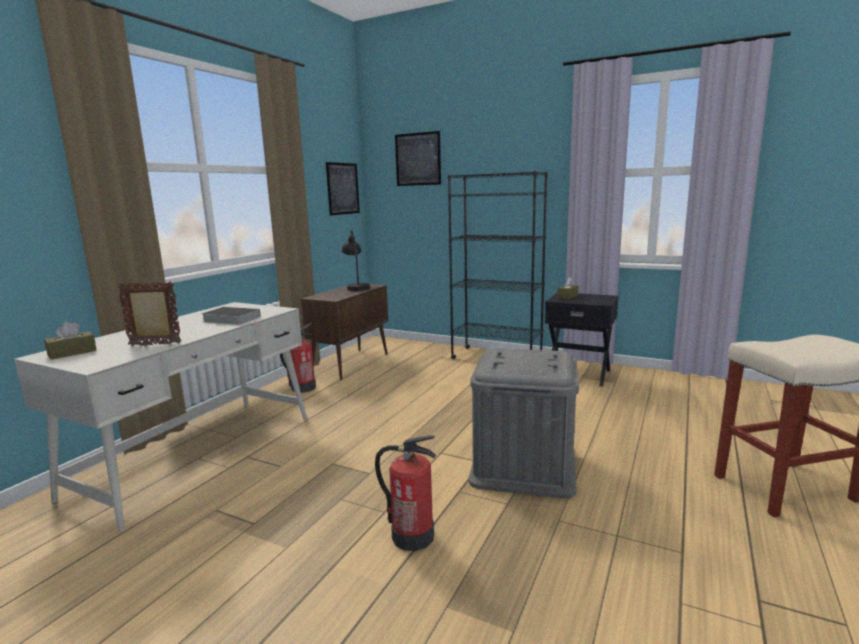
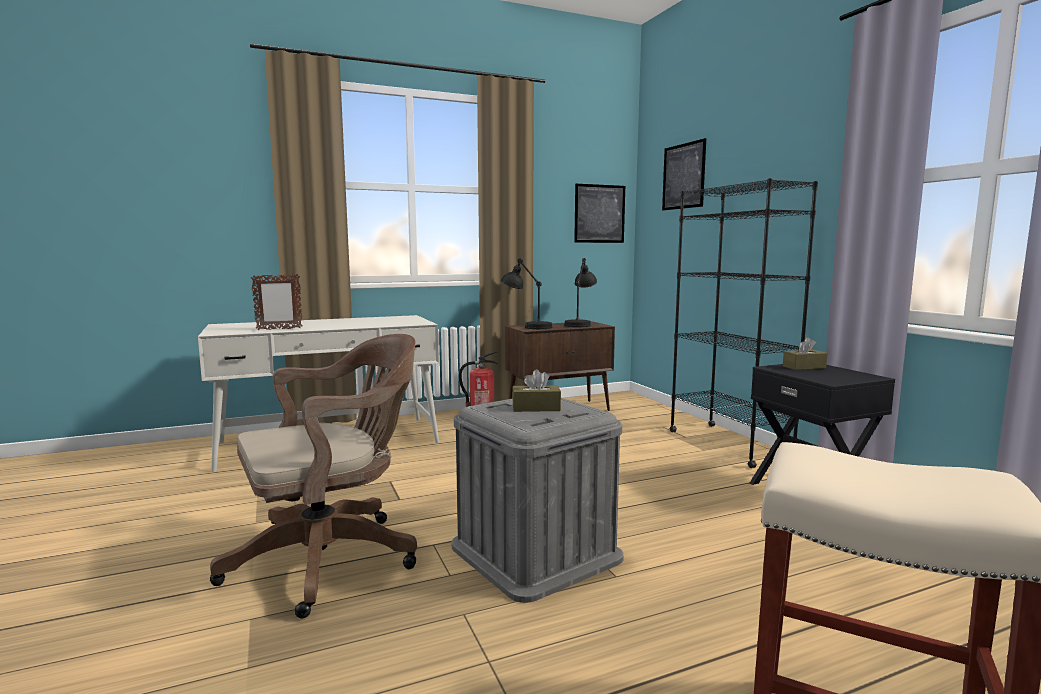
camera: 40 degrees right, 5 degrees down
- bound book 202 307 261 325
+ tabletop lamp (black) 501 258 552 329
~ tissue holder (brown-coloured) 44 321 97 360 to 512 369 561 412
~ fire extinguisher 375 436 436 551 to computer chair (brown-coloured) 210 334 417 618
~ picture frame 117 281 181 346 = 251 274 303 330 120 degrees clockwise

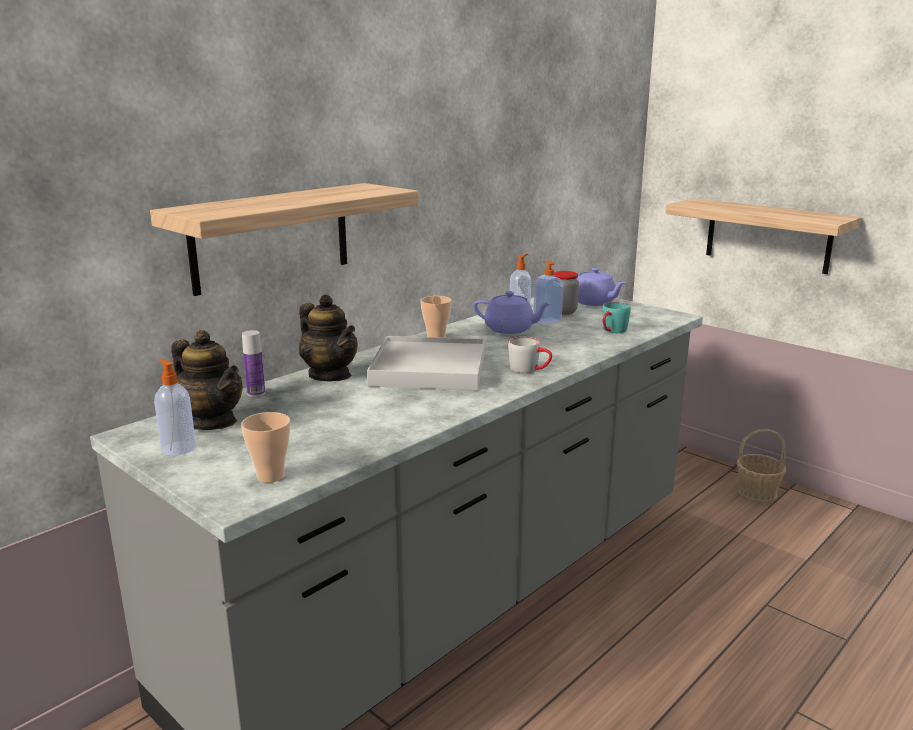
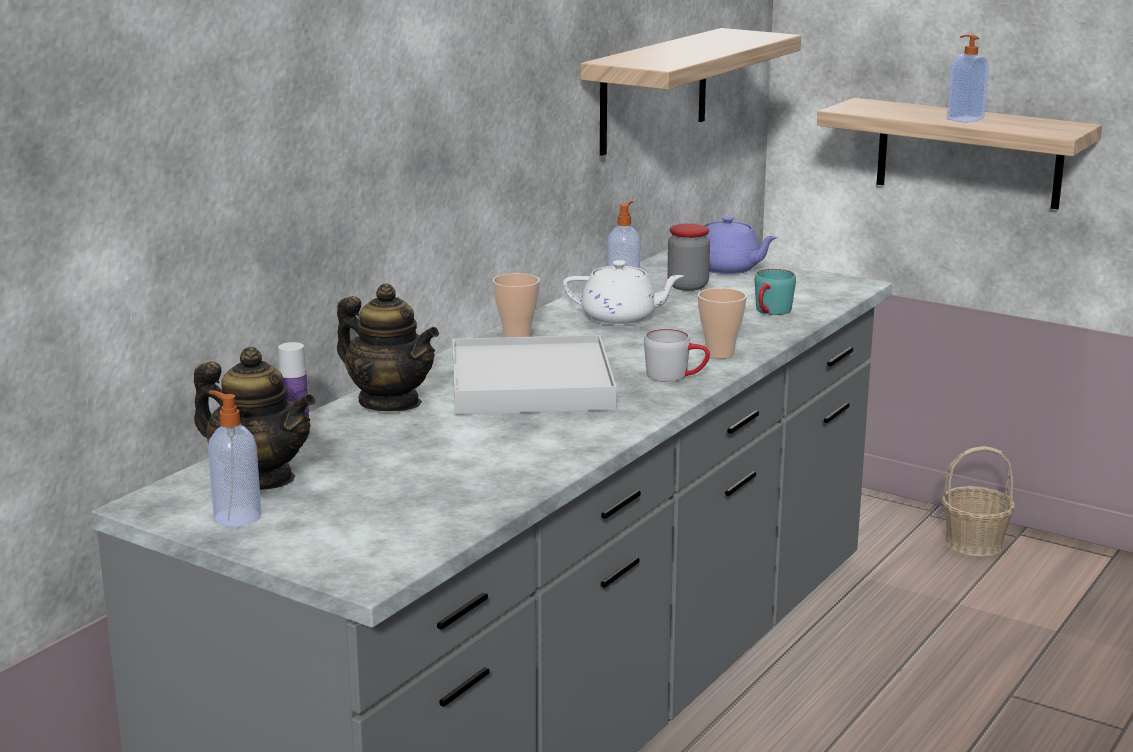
camera: 10 degrees left, 0 degrees up
~ bracket shelf 150 183 419 296 to 581 28 801 156
~ cup 241 412 290 483 to 698 288 747 359
~ liquid soap bottle 533 261 563 325 to 947 35 989 123
~ teapot (purplish) 473 291 552 334 to teapot (white) 563 260 684 325

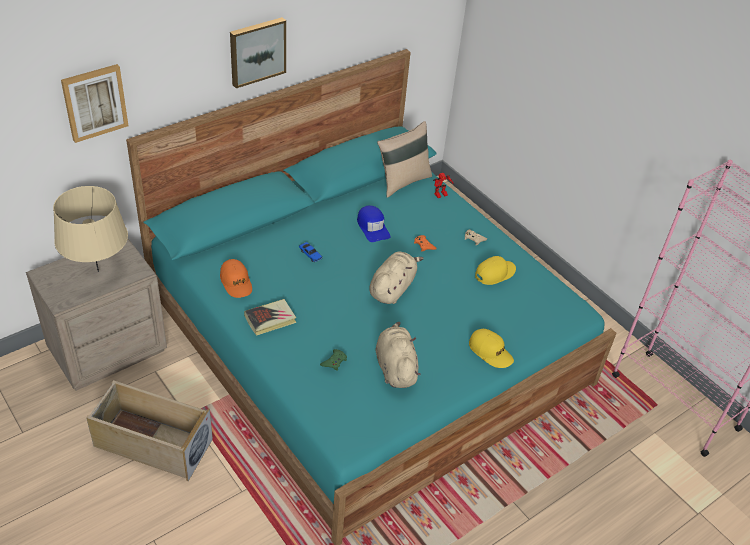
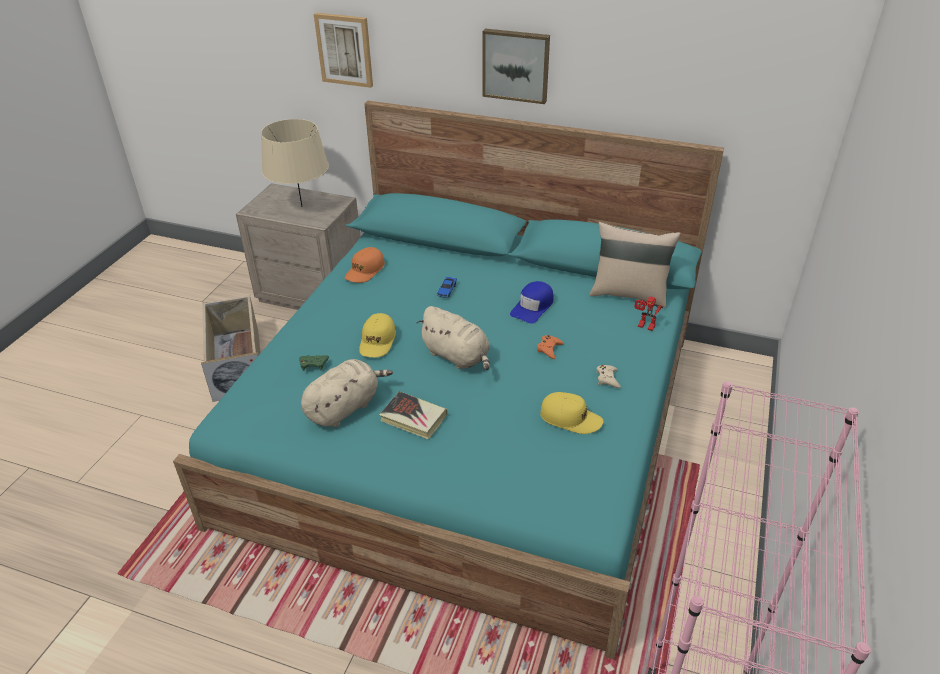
camera: 60 degrees right, 5 degrees down
~ bound book 244 299 297 336 to 379 391 448 439
~ peaked cap (yellow-coloured) 469 329 514 368 to 359 313 396 357
~ plush toy (sand-coloured) 369 252 424 304 = 417 306 490 370 45 degrees clockwise

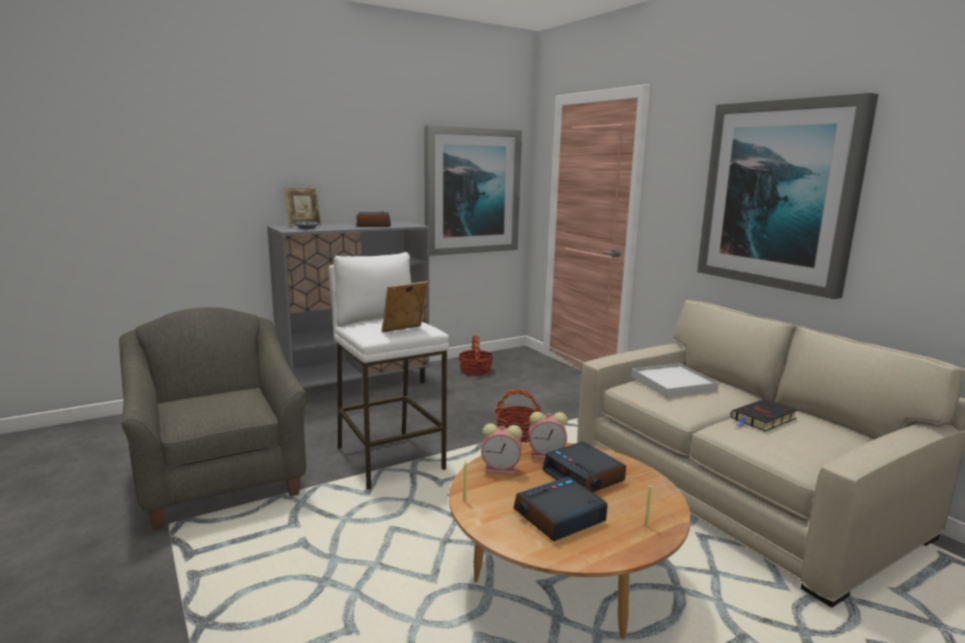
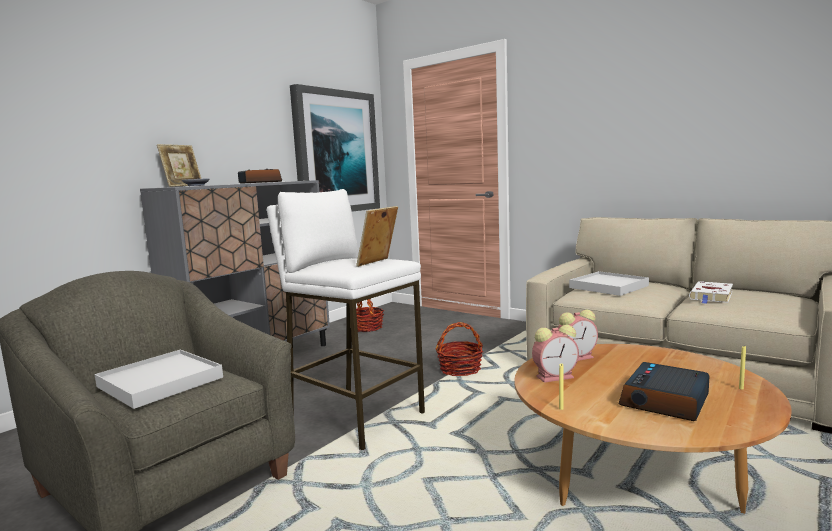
camera: 20 degrees left, 5 degrees down
- table clock 542 442 626 492
- wall art 697 93 879 299
+ carrying tray (white) 95 350 223 409
~ bound book (black) 731 399 798 431 to bound book (white) 689 281 733 304

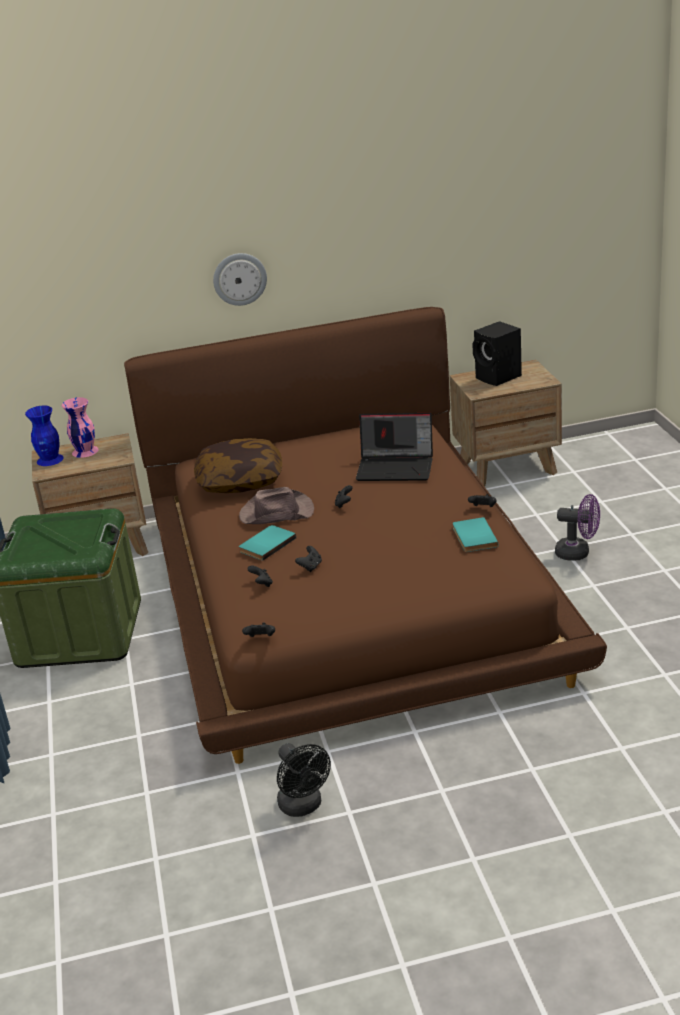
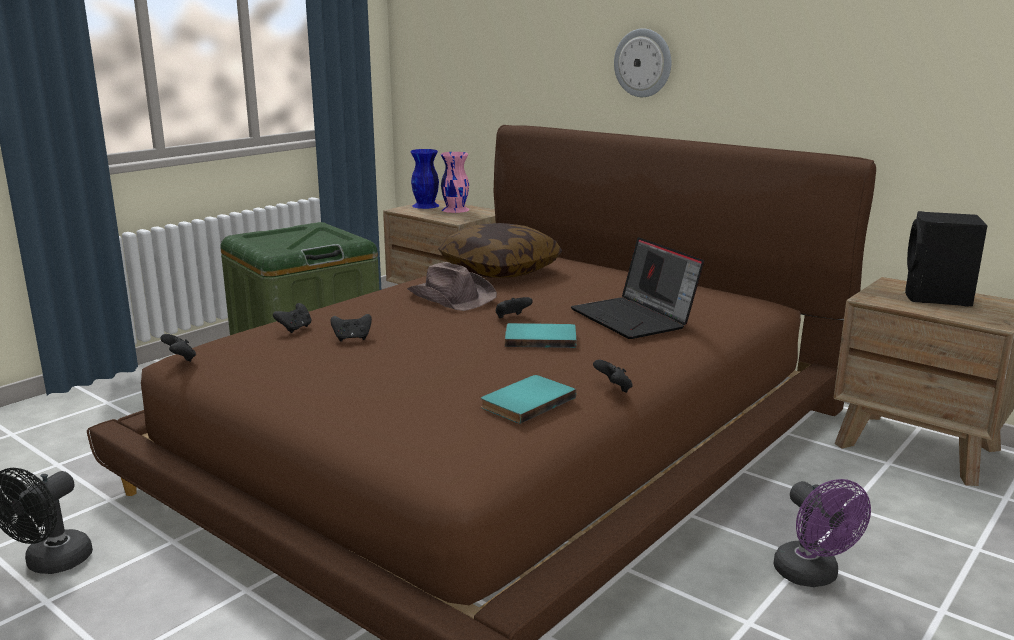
camera: 50 degrees right, 10 degrees down
~ bound book (turquoise-coloured) 239 525 296 561 to 505 323 577 348

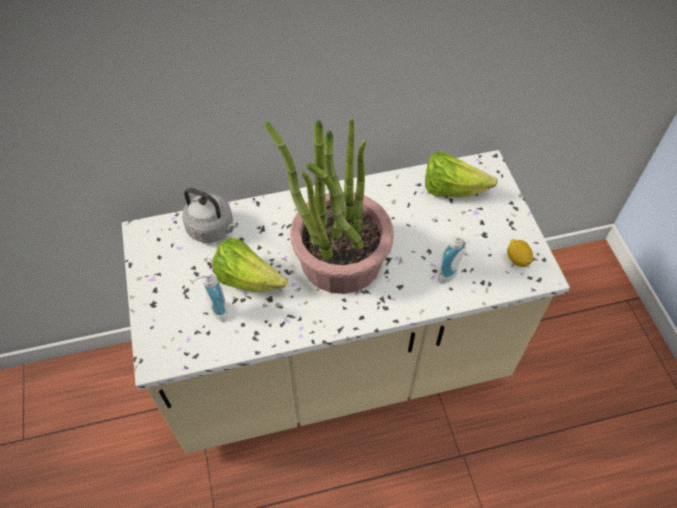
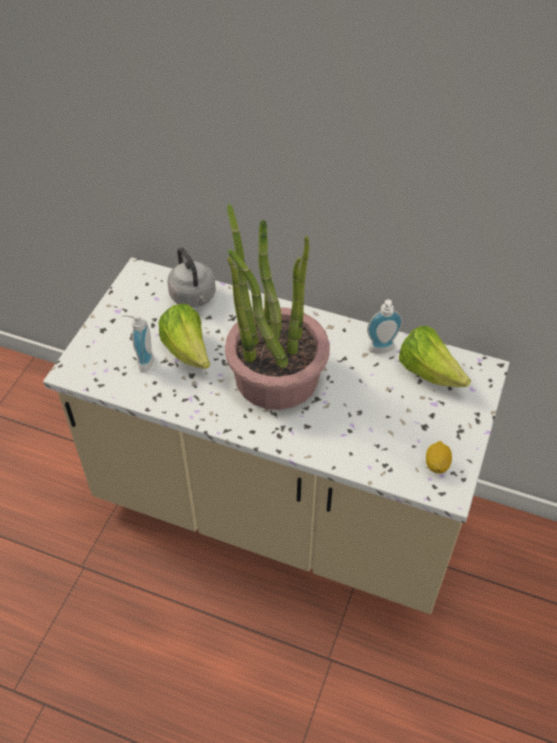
camera: 35 degrees right, 5 degrees down
~ liquid soap bottle 438 232 471 284 to 367 299 403 354

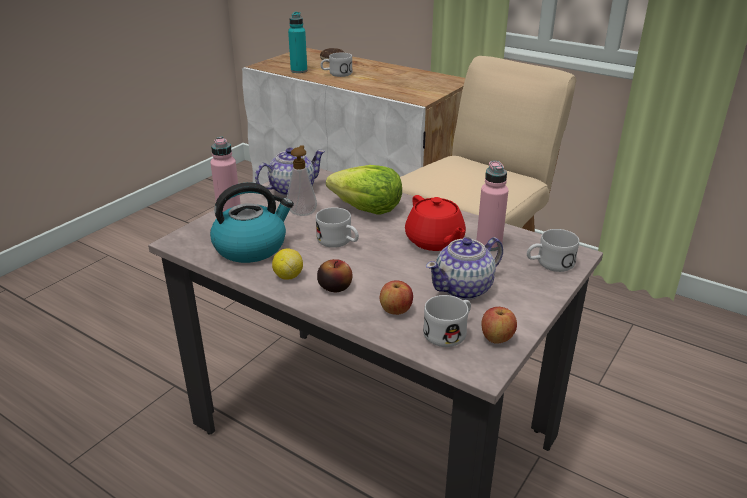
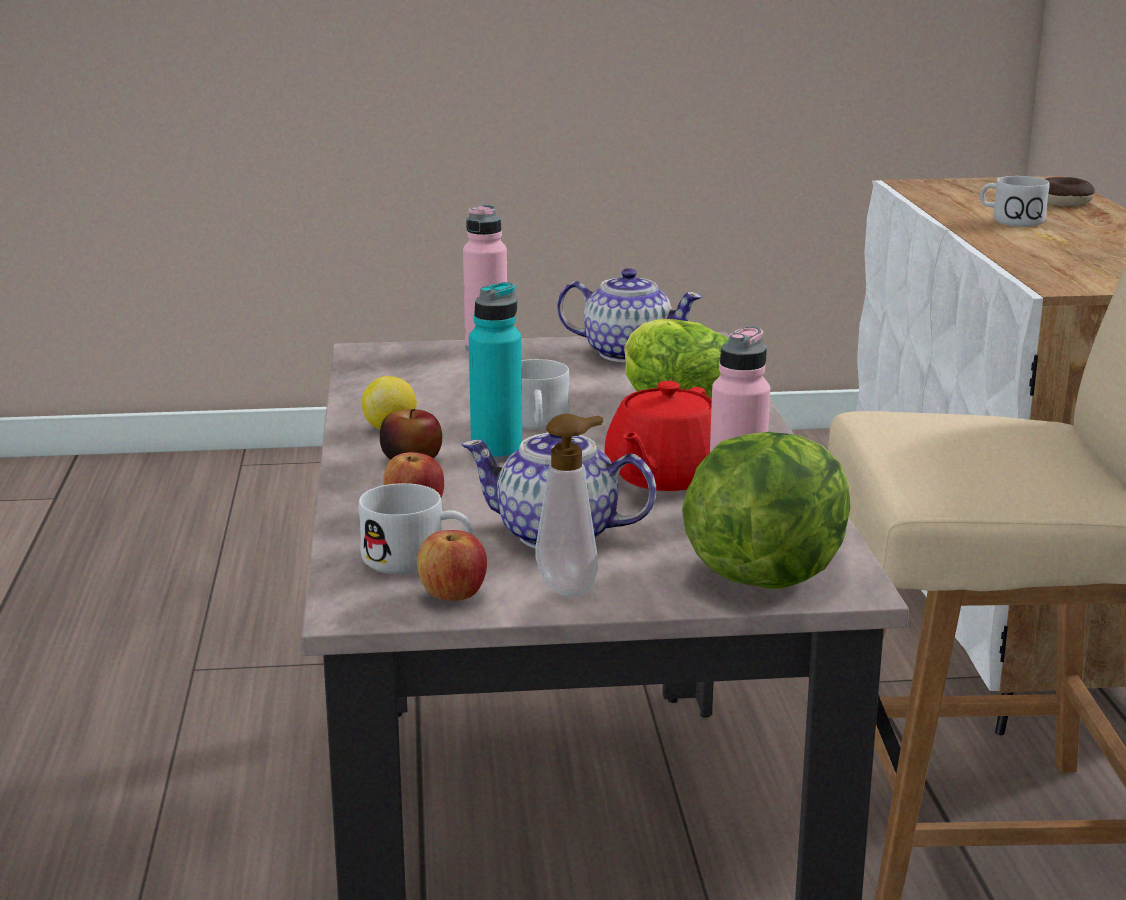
camera: 50 degrees right, 10 degrees down
- kettle 210 182 294 263
~ liquid soap bottle 287 145 317 216 to 536 414 603 597
~ drink bottle (turquoise-coloured) 288 12 307 73 to 469 282 522 463
~ coffee mug (white) 527 229 579 272 to lettuce 682 432 851 589

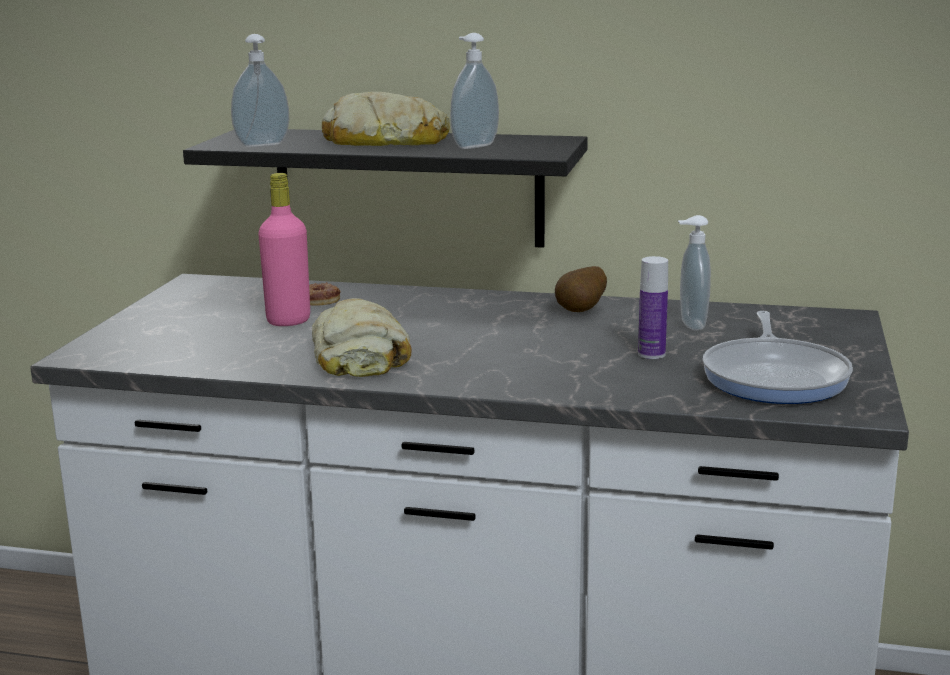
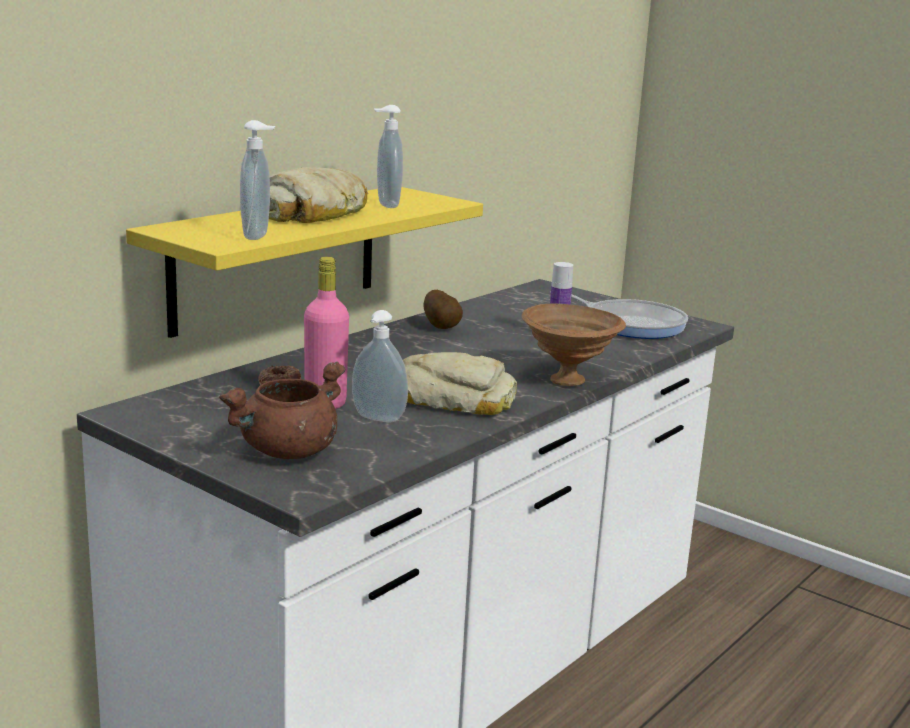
camera: 65 degrees left, 0 degrees up
+ cooking pot (brown-coloured) 219 362 346 459
+ serving bowl (brown-coloured) 522 304 626 386
~ liquid soap bottle 678 215 711 330 to 352 310 408 422
~ bracket shelf (black) 183 129 588 248 to bracket shelf (yellow-coloured) 126 187 483 338

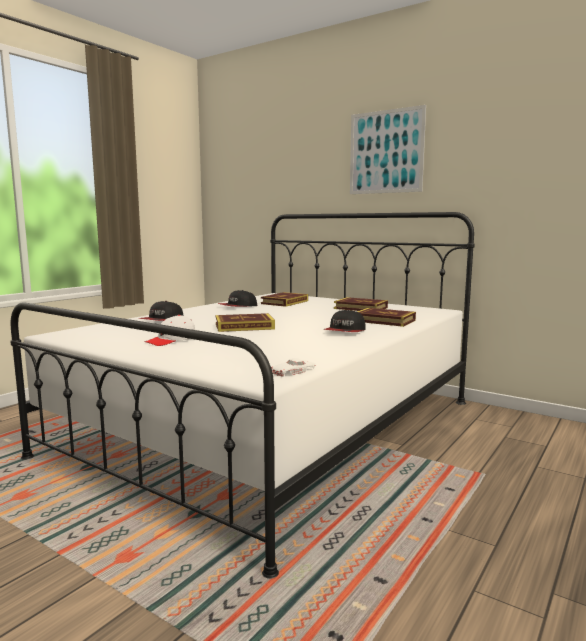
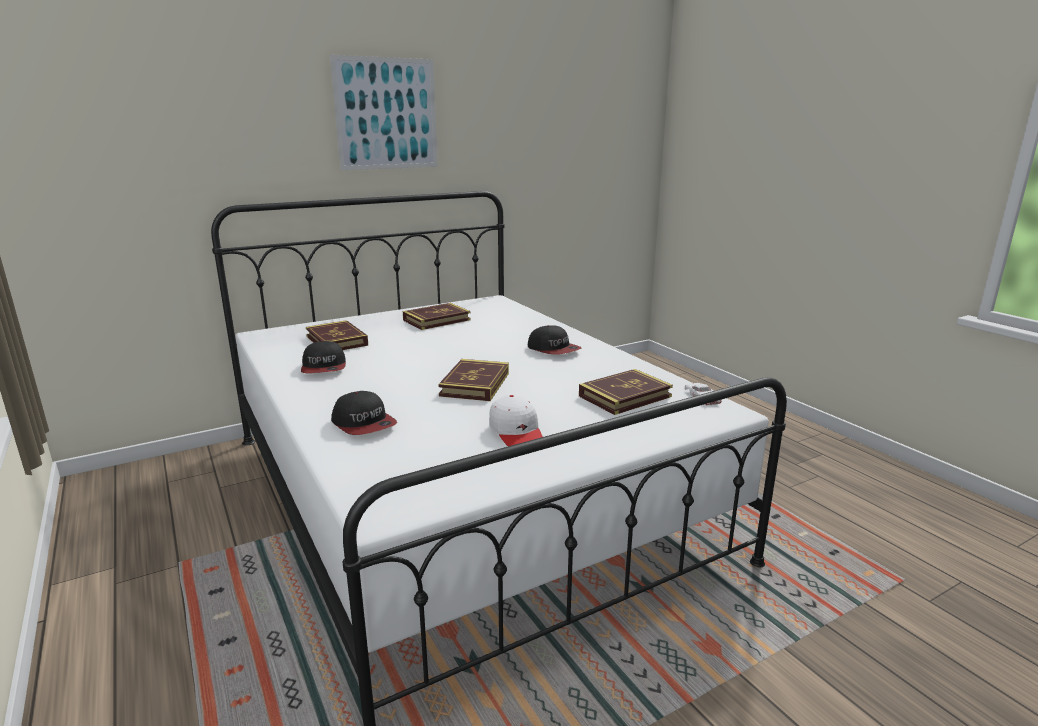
camera: 65 degrees left, 10 degrees up
~ bound book 357 308 416 327 to 579 369 673 415

